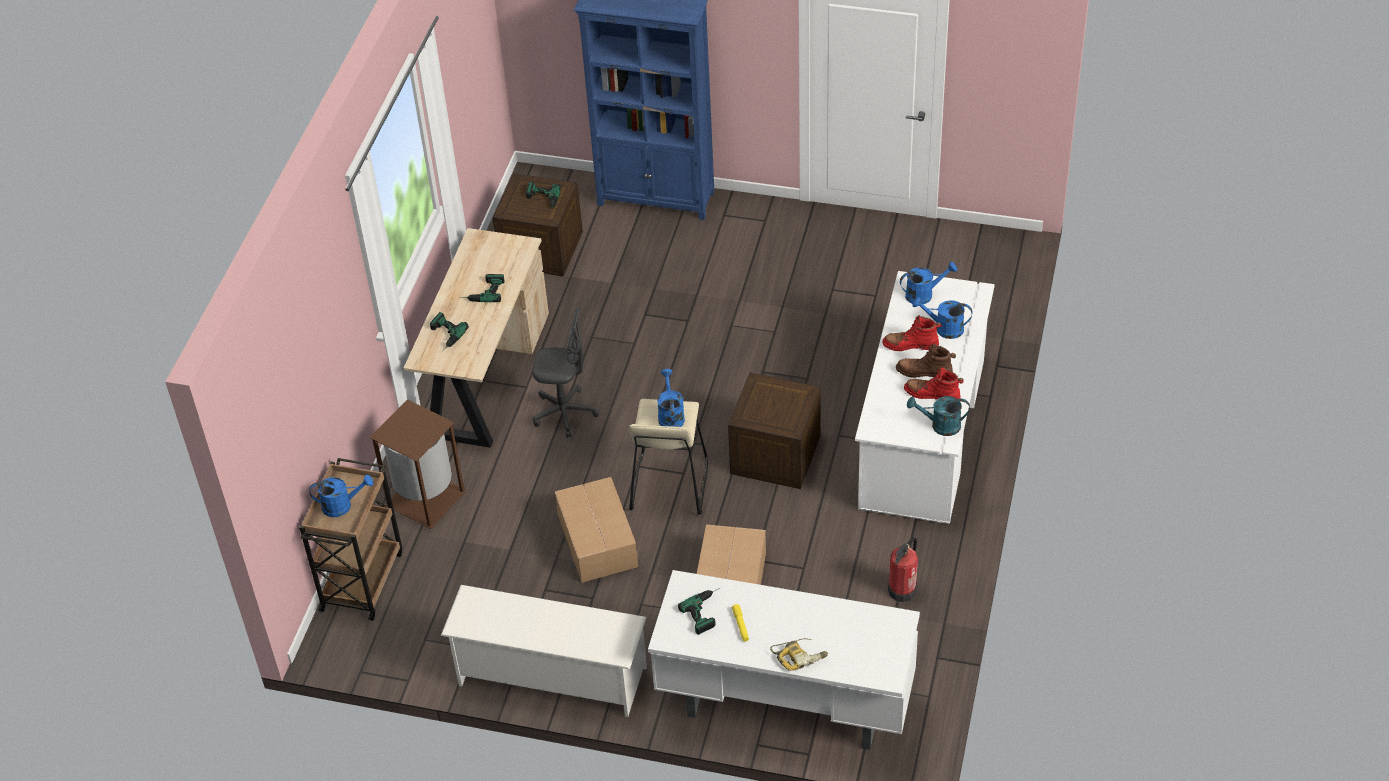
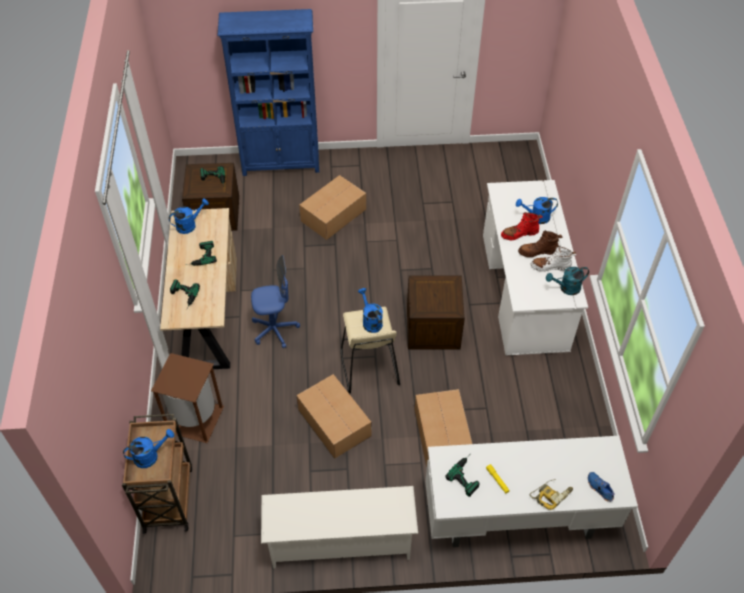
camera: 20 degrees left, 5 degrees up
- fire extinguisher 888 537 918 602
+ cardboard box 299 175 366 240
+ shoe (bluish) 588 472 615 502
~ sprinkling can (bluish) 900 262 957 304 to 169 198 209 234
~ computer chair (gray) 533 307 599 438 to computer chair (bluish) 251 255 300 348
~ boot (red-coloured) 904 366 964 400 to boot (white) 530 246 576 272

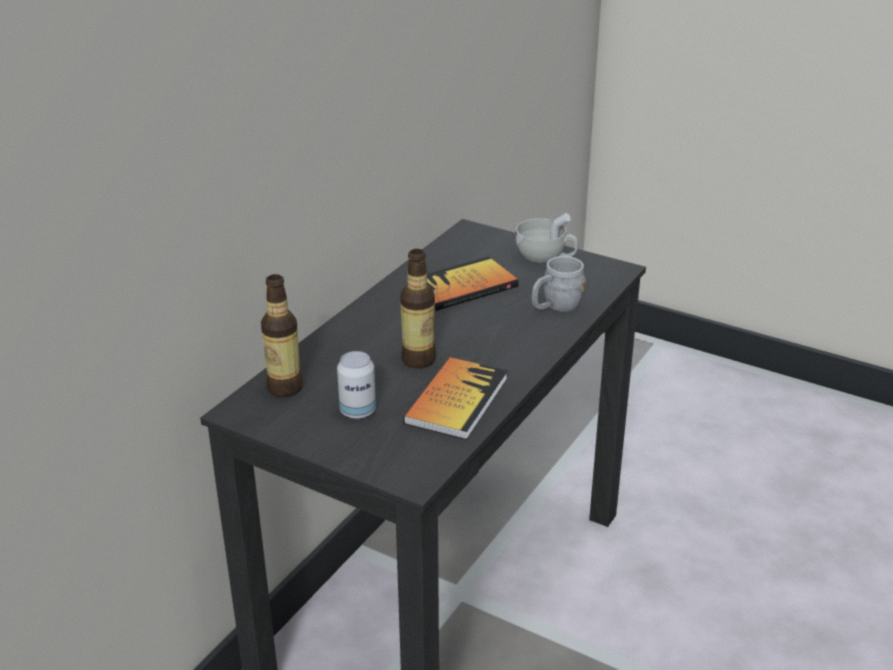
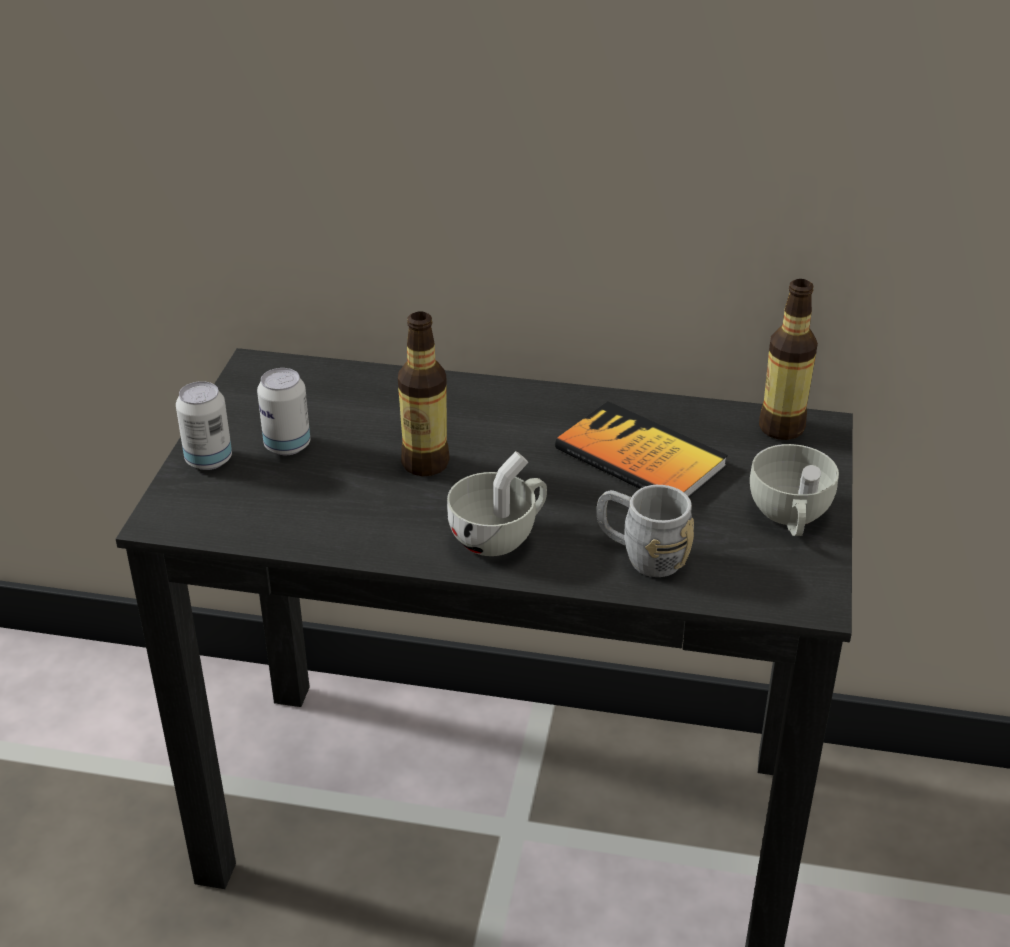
camera: 70 degrees right, 5 degrees up
- bound book 403 357 508 440
+ metal can 176 381 232 470
+ cup (white) 447 451 547 556
~ drink bottle 261 274 303 397 to 759 279 818 440

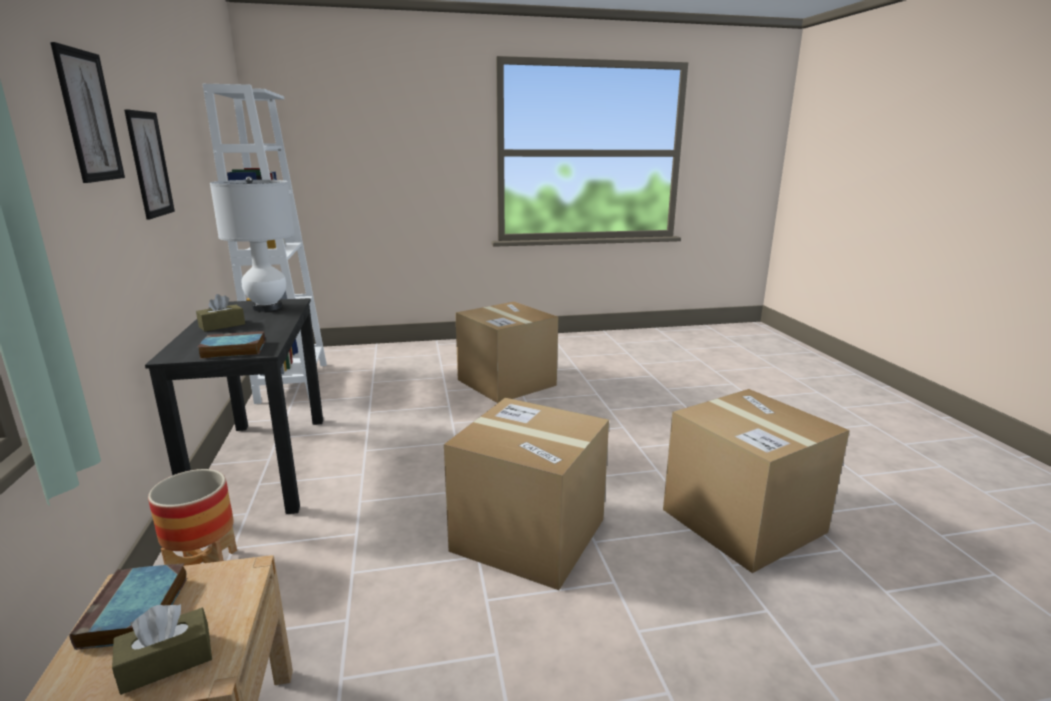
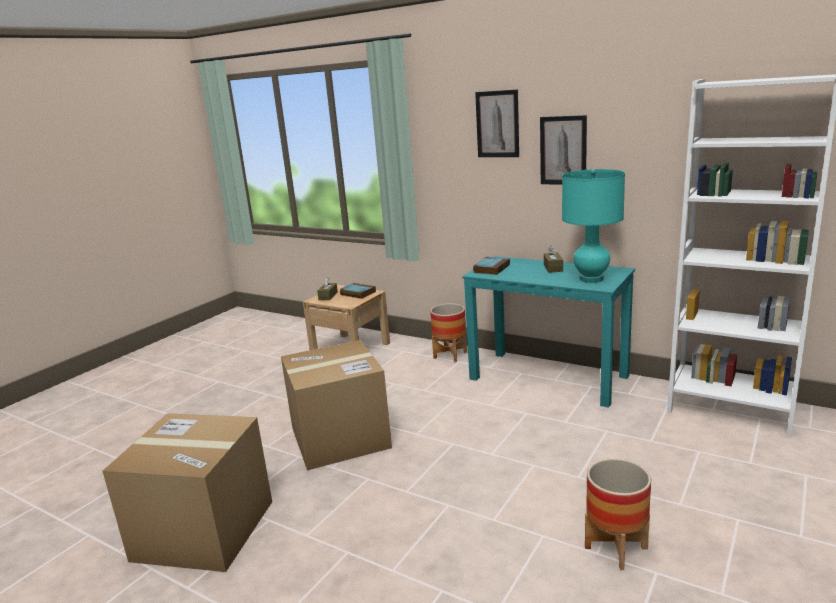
camera: 135 degrees right, 0 degrees up
~ cardboard box 455 302 558 403 to plant pot 585 458 651 570
~ desk (black) 145 298 323 514 to desk (turquoise-coloured) 462 256 635 408
~ tabletop lamp (white) 210 176 295 312 to tabletop lamp (turquoise-coloured) 562 169 625 283

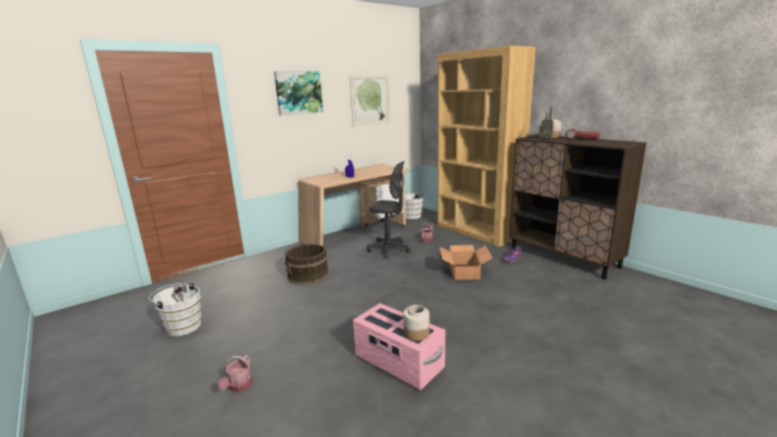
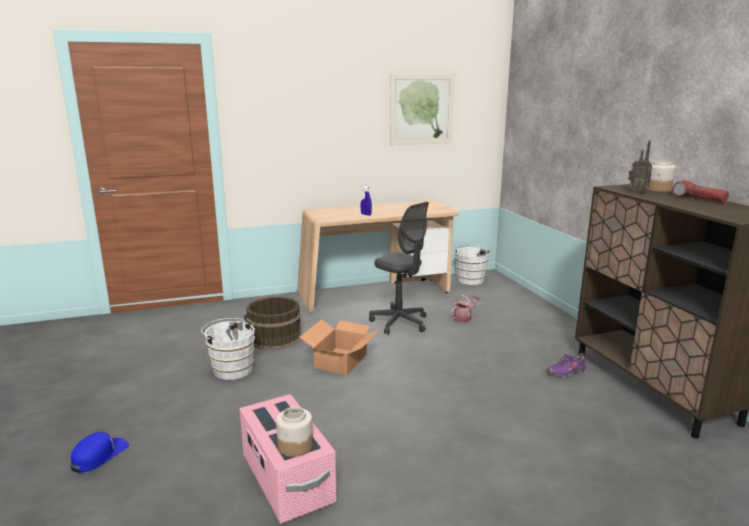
camera: 20 degrees right, 0 degrees up
- wall art 274 71 323 116
- bookcase (brown-coloured) 437 46 536 247
~ water bucket (white) 149 283 201 336 to 201 318 255 380
~ cardboard box 440 245 492 280 to 299 319 380 375
~ sprinkling can 218 355 253 392 to peaked cap (bluish) 71 432 129 473

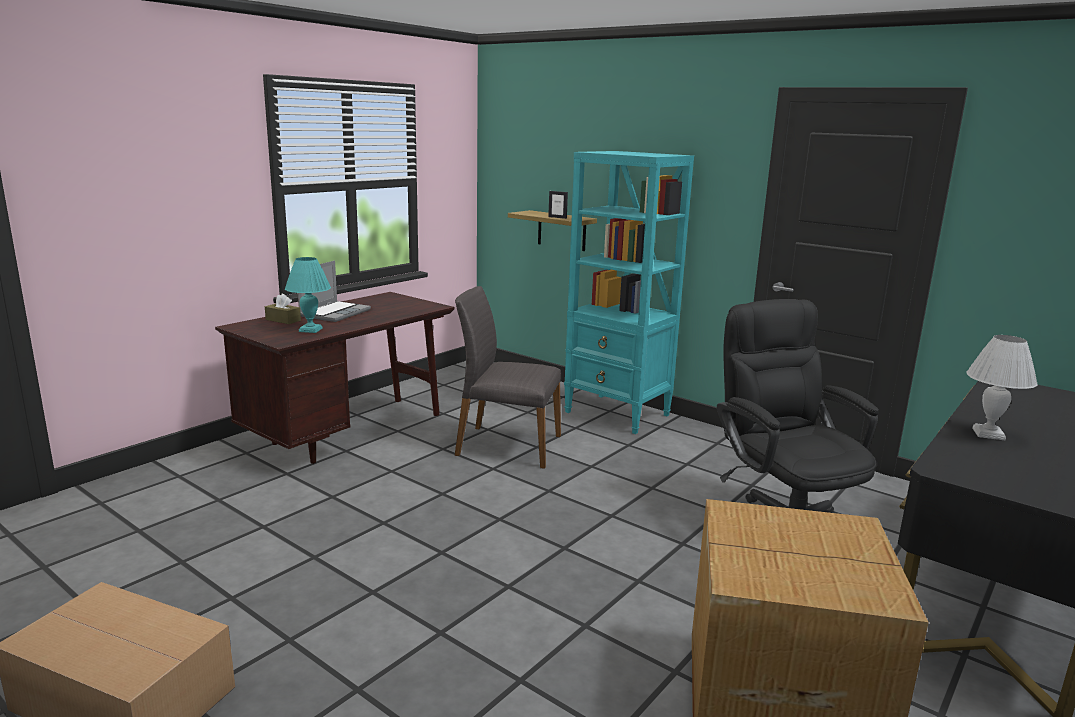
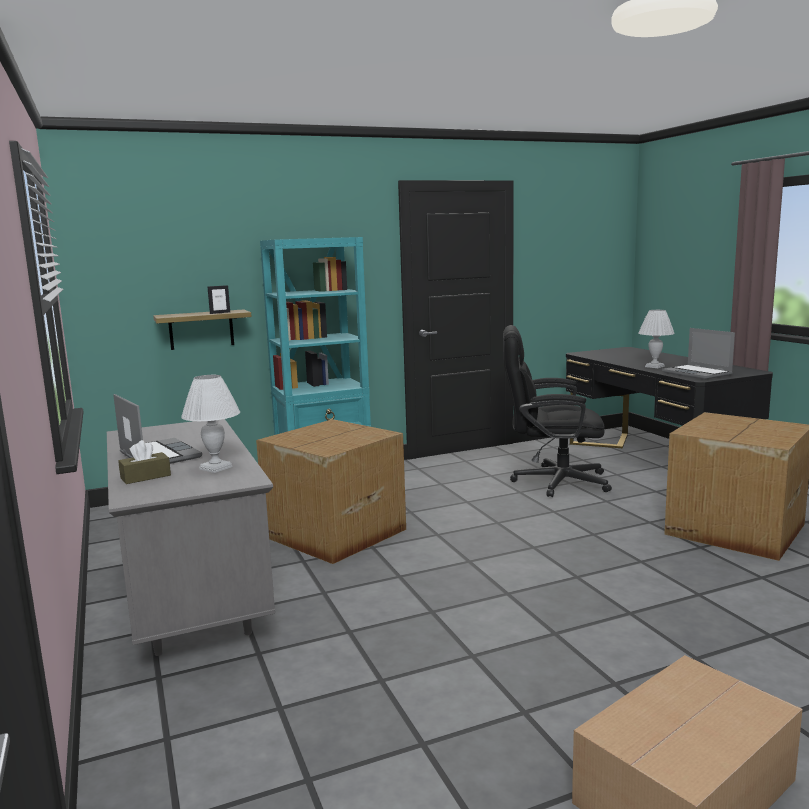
camera: 60 degrees left, 5 degrees down
+ portable computer 662 328 735 380
~ chair (gray) 455 286 561 469 to cardboard box 256 419 406 564
~ desk (brown-coloured) 215 292 455 464 to desk (gray) 107 419 275 656
~ tabletop lamp (turquoise-coloured) 285 257 331 333 to tabletop lamp (white) 181 375 240 473

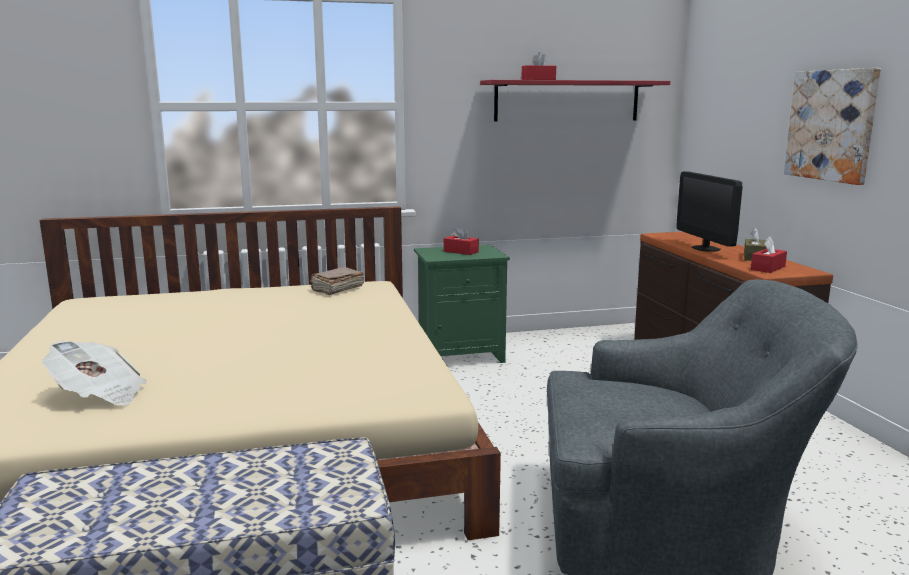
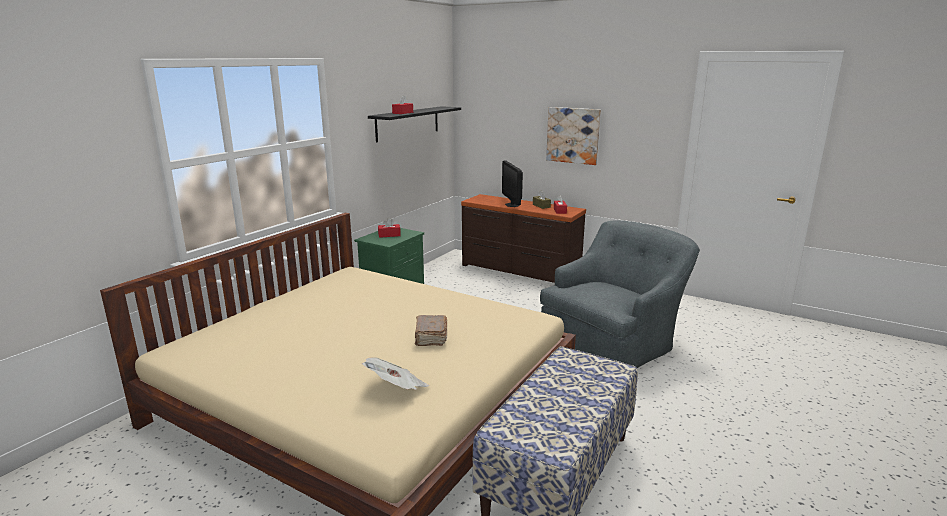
camera: 45 degrees left, 5 degrees up
~ bound book (brown-coloured) 311 267 364 295 to 415 315 447 346
~ bracket shelf (red-coloured) 480 80 670 121 to bracket shelf (black) 368 106 461 143
~ computer screen 677 171 743 252 = 502 161 523 207 45 degrees clockwise

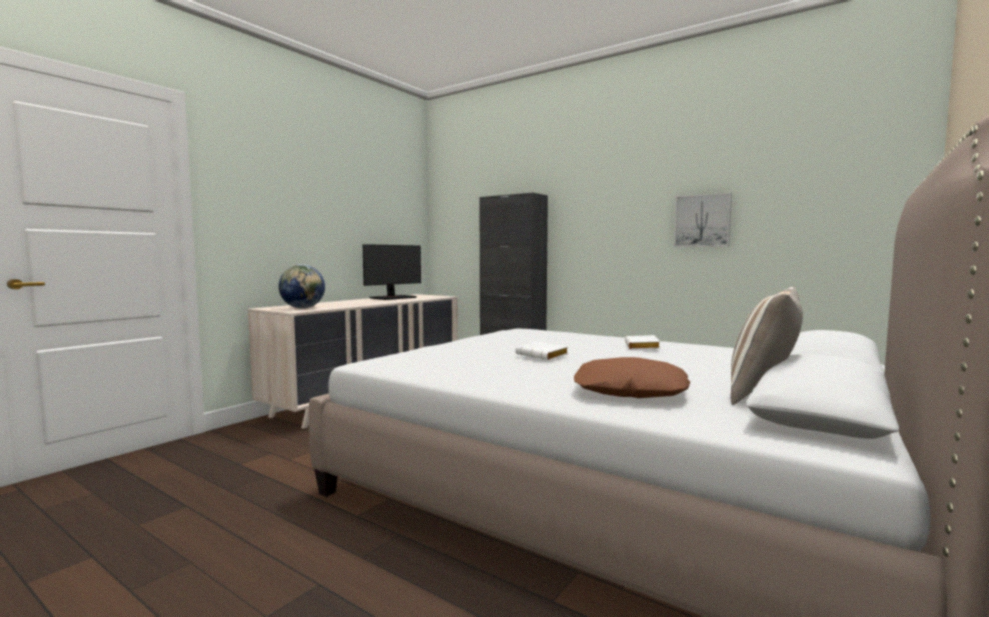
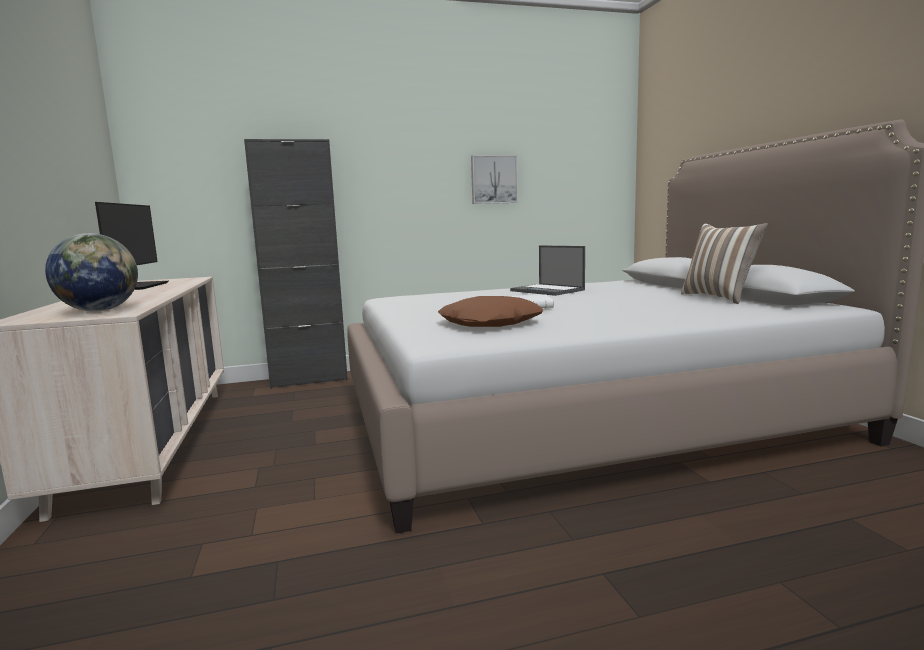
camera: 50 degrees left, 5 degrees up
~ cushion (brown-coloured) 574 357 690 398 to 438 296 543 327
~ bound book (white) 625 335 660 349 to portable computer 510 245 585 296

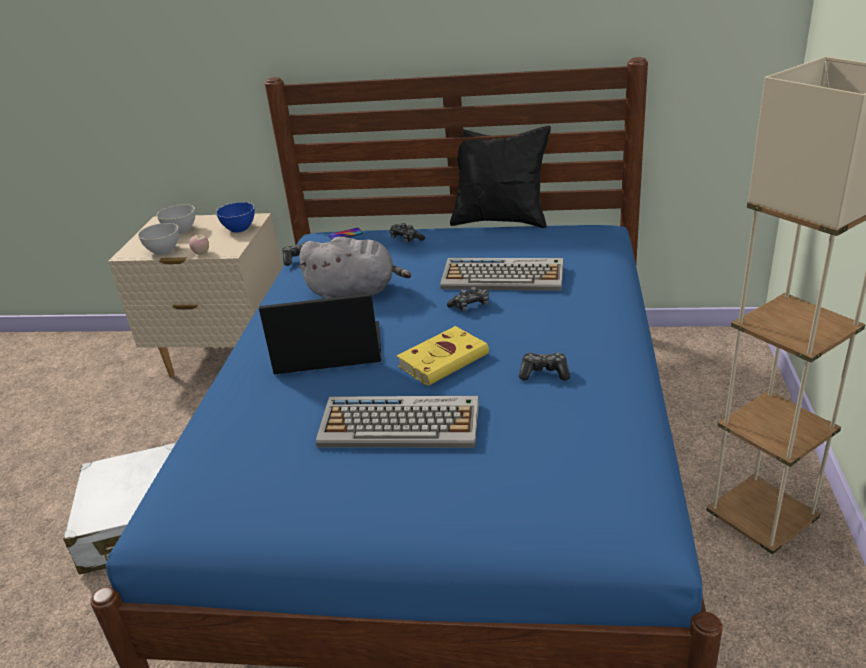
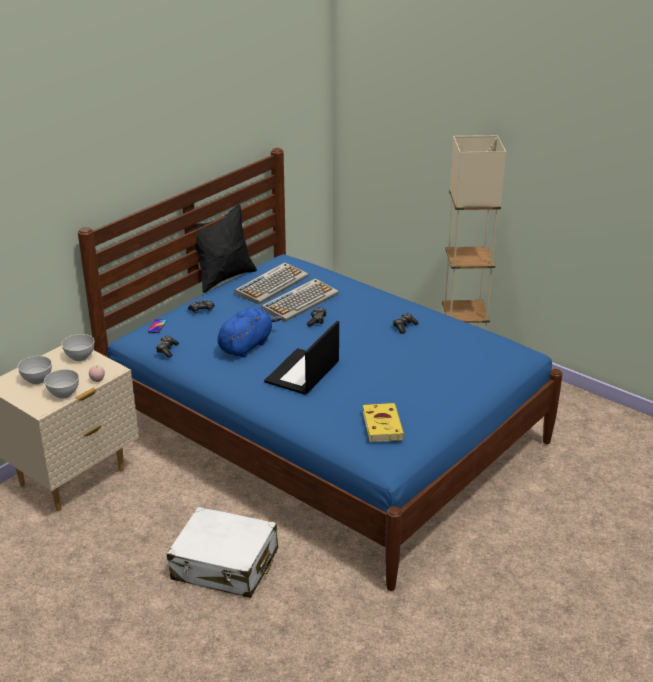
camera: 60 degrees left, 0 degrees up
~ computer keyboard 316 396 479 448 to 234 262 309 305
~ bound book (yellow-coloured) 397 326 489 386 to 363 403 404 442
~ serving bowl (bluish) 216 202 255 233 to serving bowl (gray) 62 334 94 361
~ plush toy (gray) 298 237 411 299 to plush toy (bluish) 218 307 282 357

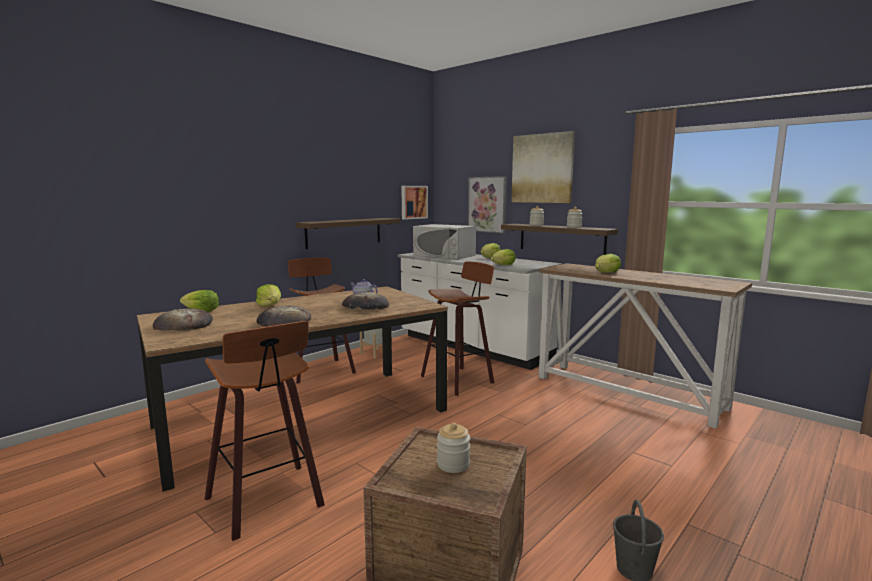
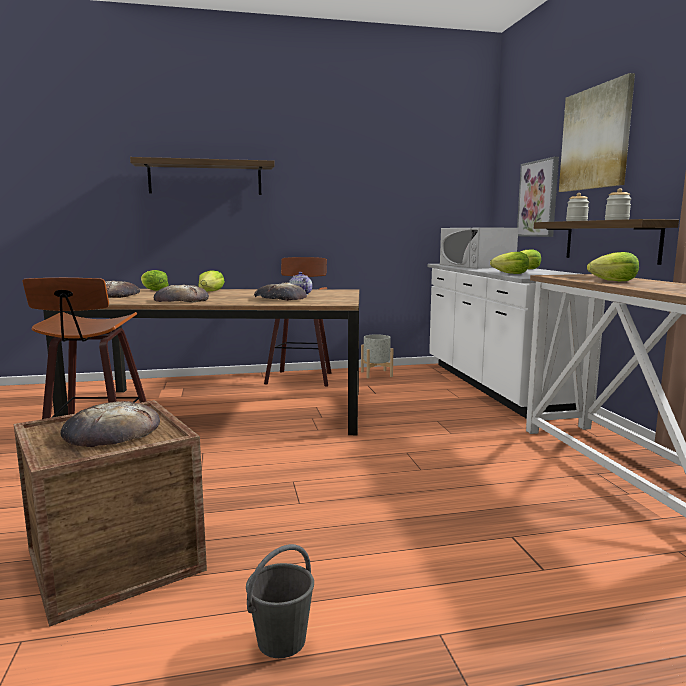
camera: 35 degrees right, 0 degrees up
- wall art 401 186 428 220
- sitting stool 421 261 494 396
~ bracket shelf 295 218 400 249 to 130 157 275 195
~ preserve jar 437 423 470 473 to bread 60 401 160 447

